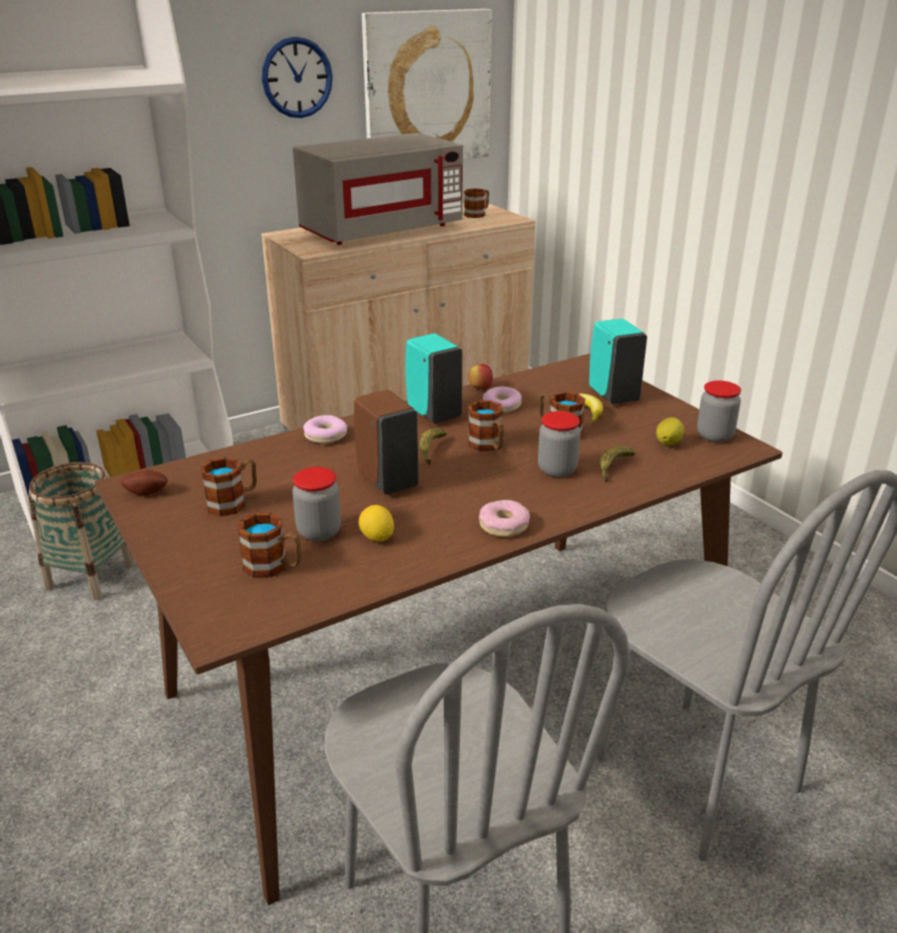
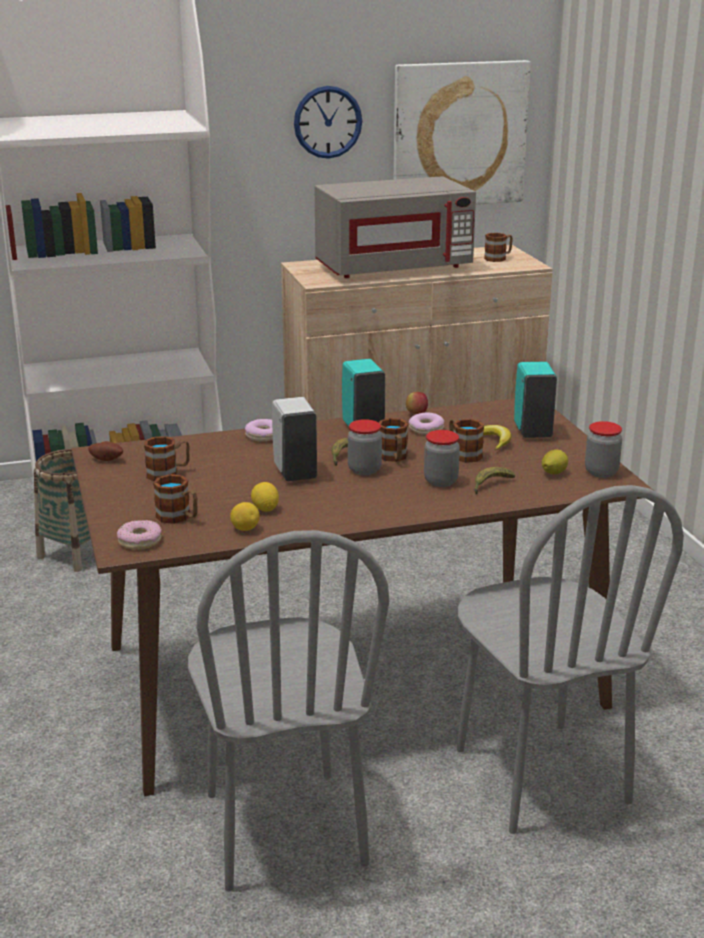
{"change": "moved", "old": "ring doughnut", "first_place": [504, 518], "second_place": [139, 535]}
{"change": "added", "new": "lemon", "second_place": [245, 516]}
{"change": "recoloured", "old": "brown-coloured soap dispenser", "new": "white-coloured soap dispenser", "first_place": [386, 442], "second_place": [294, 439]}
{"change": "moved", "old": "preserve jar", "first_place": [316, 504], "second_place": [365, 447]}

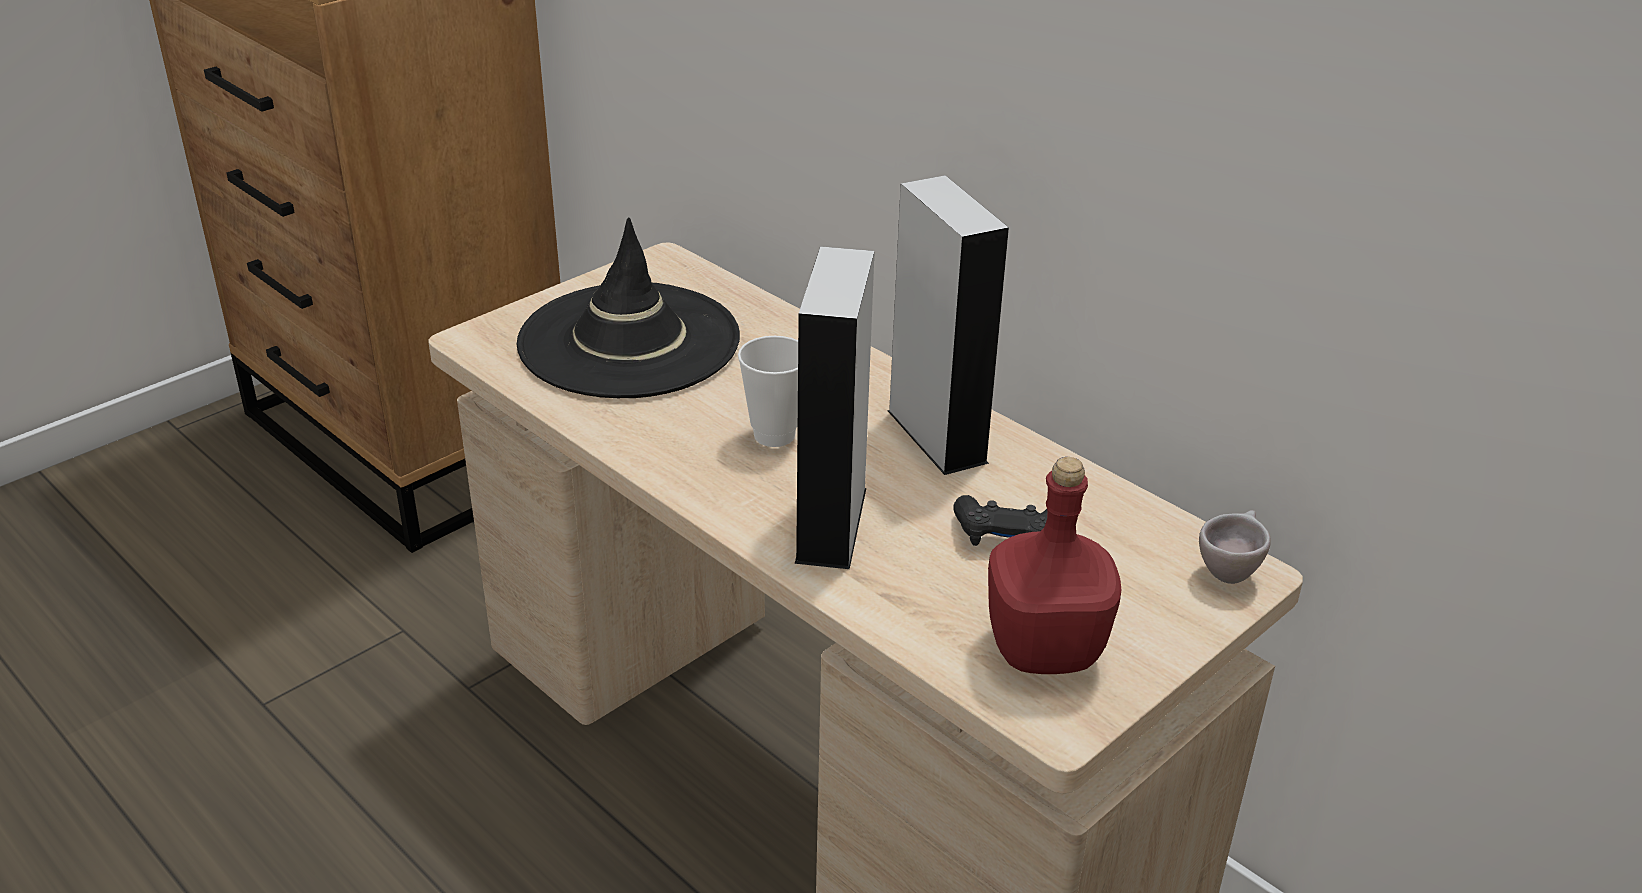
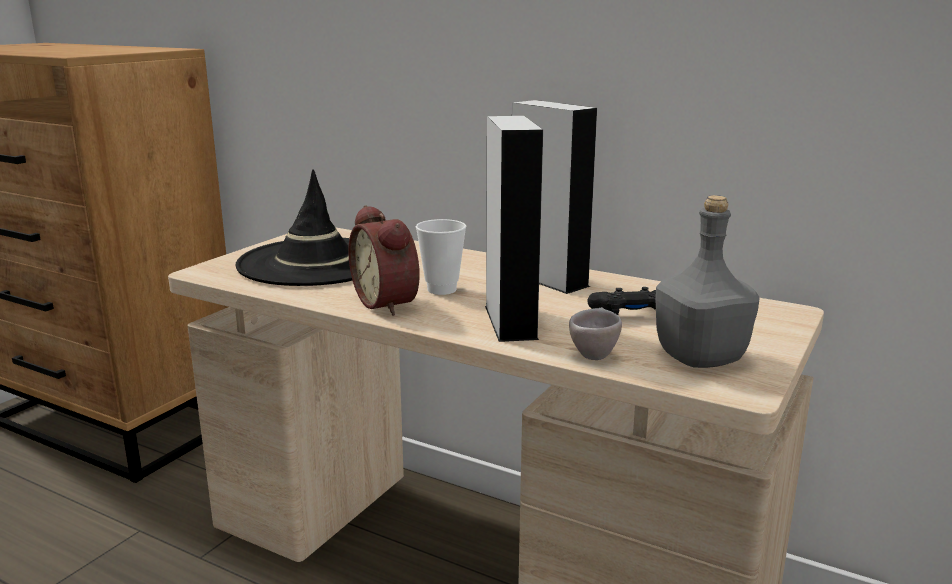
{"change": "added", "new": "table clock", "second_place": [384, 260]}
{"change": "moved", "old": "beige drinking cup", "first_place": [1235, 547], "second_place": [595, 333]}
{"change": "recoloured", "old": "red beverage bottle", "new": "greyish beverage bottle", "first_place": [1054, 565], "second_place": [707, 281]}

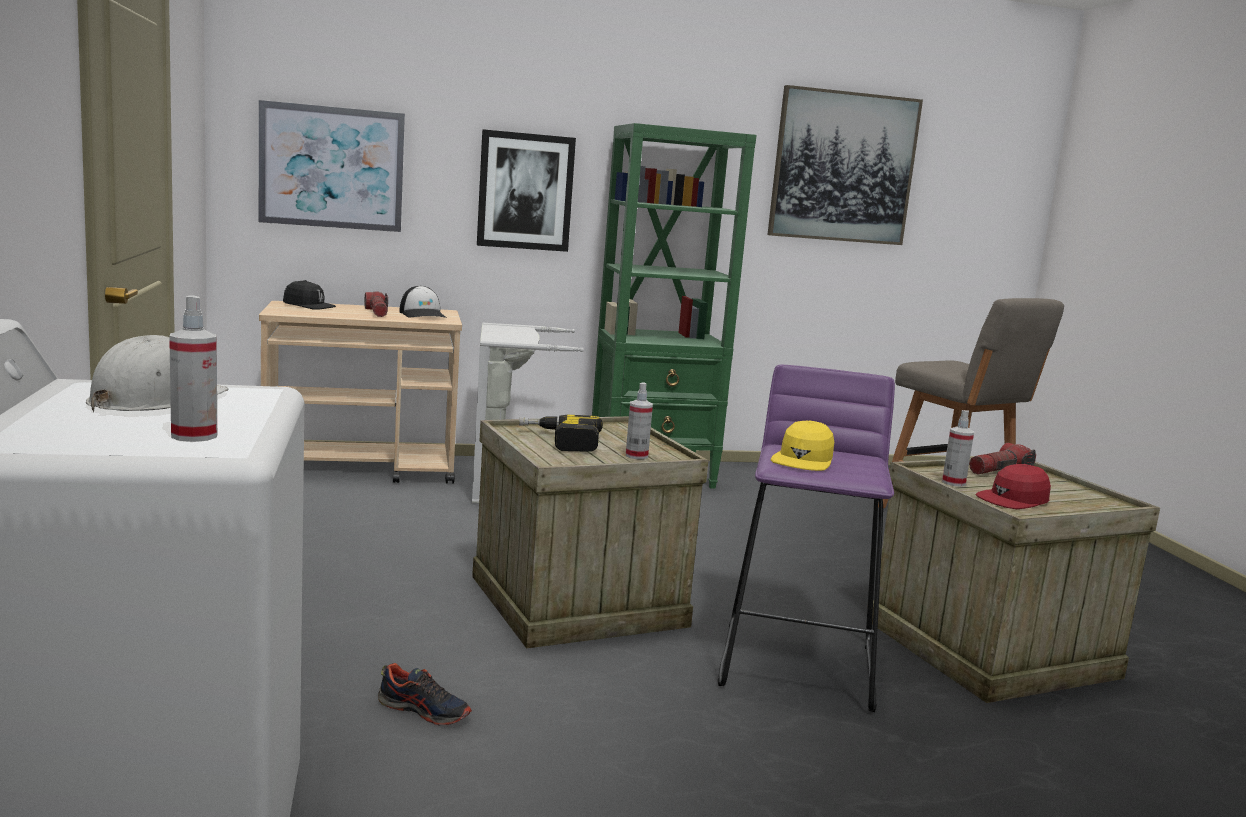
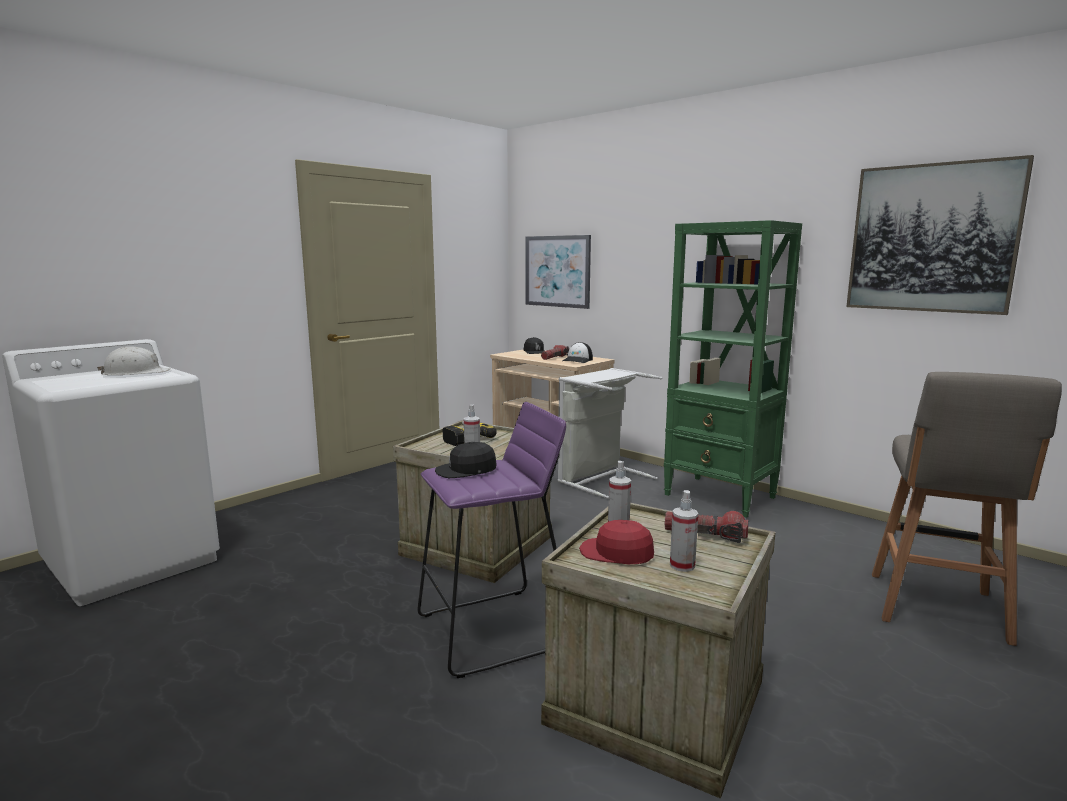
{"change": "recoloured", "old": "yellow baseball cap", "new": "black baseball cap", "first_place": [802, 446], "second_place": [466, 460]}
{"change": "moved", "old": "spray bottle", "first_place": [193, 368], "second_place": [684, 531]}
{"change": "removed", "old": "low shoe", "first_place": [425, 694]}
{"change": "removed", "old": "wall picture", "first_place": [526, 190]}

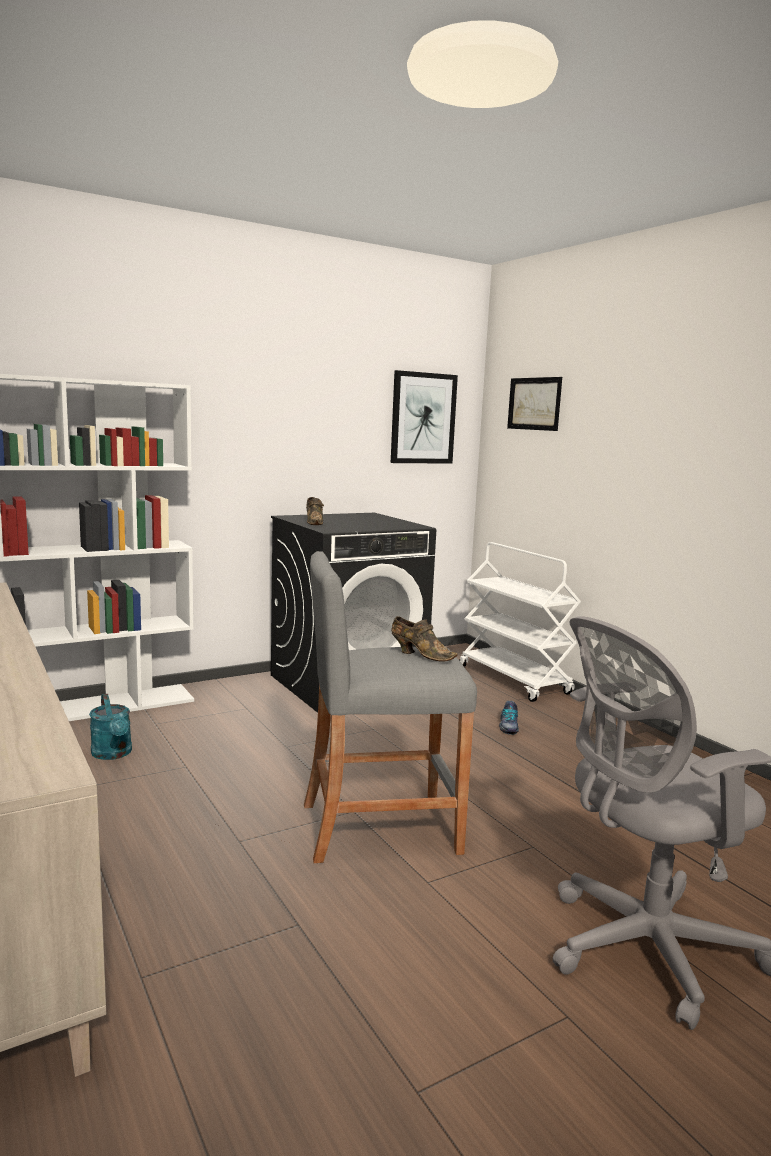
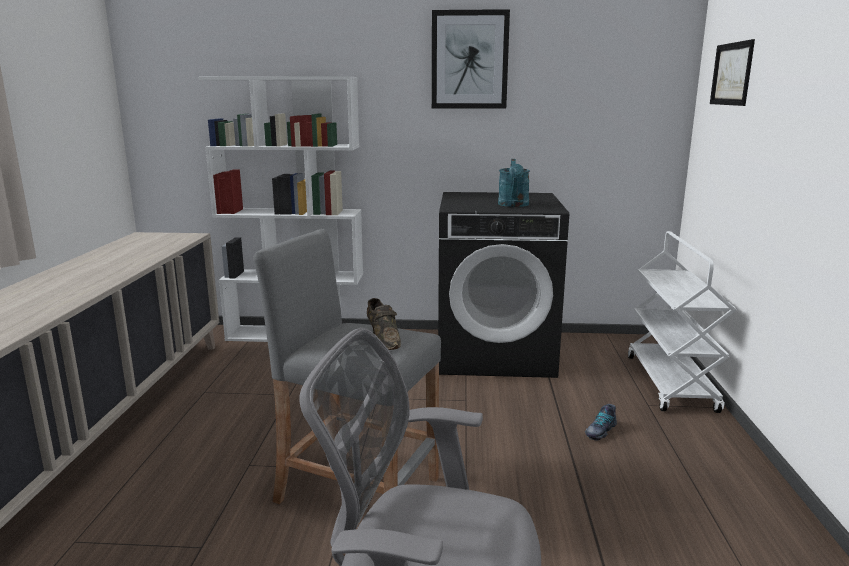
{"change": "moved", "old": "wall picture", "first_place": [424, 417], "second_place": [471, 59]}
{"change": "moved", "old": "turquoise watering can", "first_place": [110, 727], "second_place": [514, 183]}
{"change": "removed", "old": "brown-coloured low shoe", "first_place": [315, 511]}

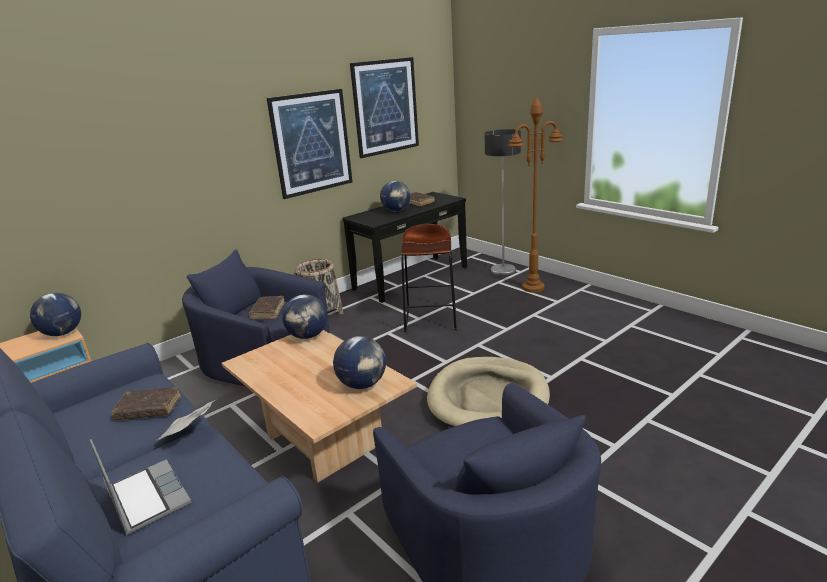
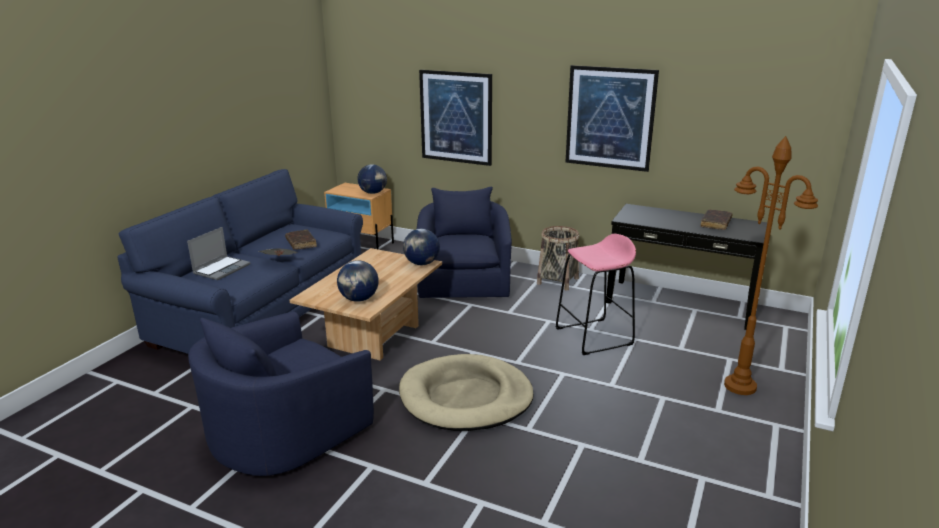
{"change": "moved", "old": "wall picture", "first_place": [384, 107], "second_place": [455, 118]}
{"change": "recoloured", "old": "brown-coloured stool seat", "new": "pinkish stool seat", "first_place": [429, 278], "second_place": [596, 294]}
{"change": "removed", "old": "brown-coloured bound book", "first_place": [266, 308]}
{"change": "removed", "old": "globe", "first_place": [395, 196]}
{"change": "removed", "old": "standard lamp", "first_place": [503, 202]}

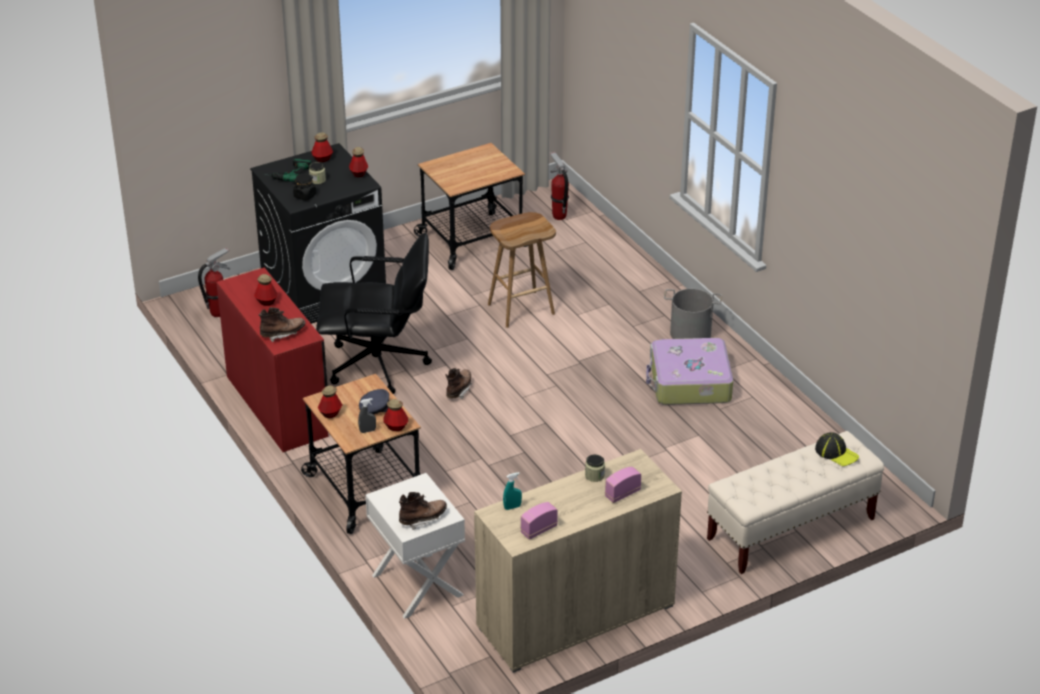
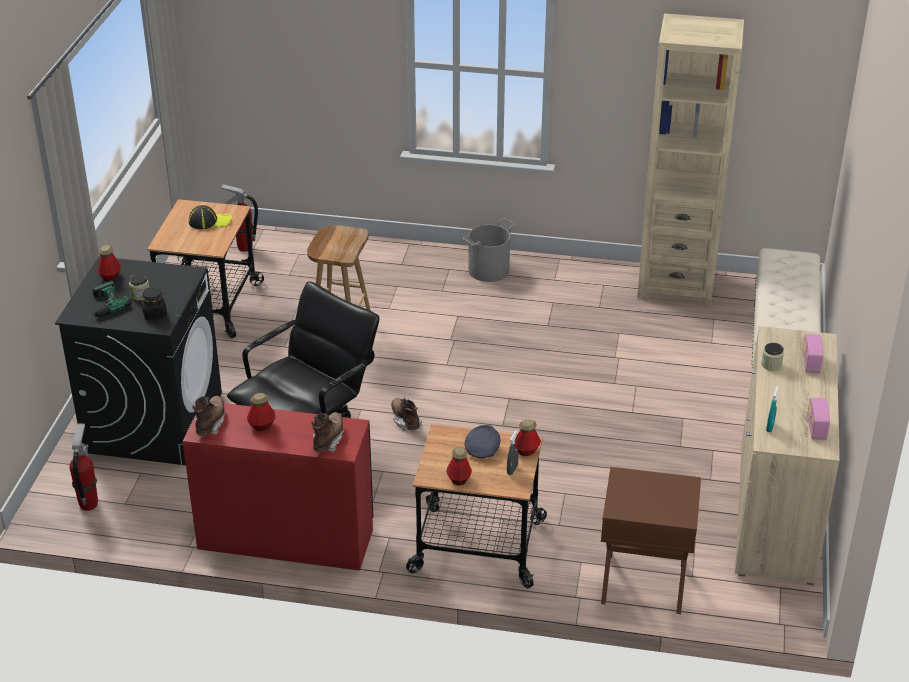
{"change": "moved", "old": "baseball cap", "first_place": [837, 449], "second_place": [210, 217]}
{"change": "moved", "old": "brown-coloured high-top boot", "first_place": [423, 511], "second_place": [209, 415]}
{"change": "recoloured", "old": "white-coloured night table", "new": "brown-coloured night table", "first_place": [415, 546], "second_place": [651, 540]}
{"change": "added", "new": "beige bookcase", "second_place": [690, 159]}
{"change": "removed", "old": "beverage bottle", "first_place": [358, 162]}
{"change": "removed", "old": "suitcase", "first_place": [689, 371]}

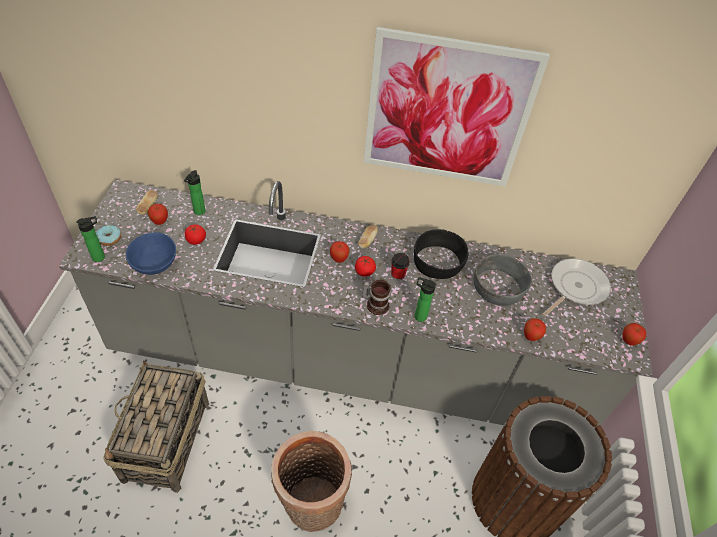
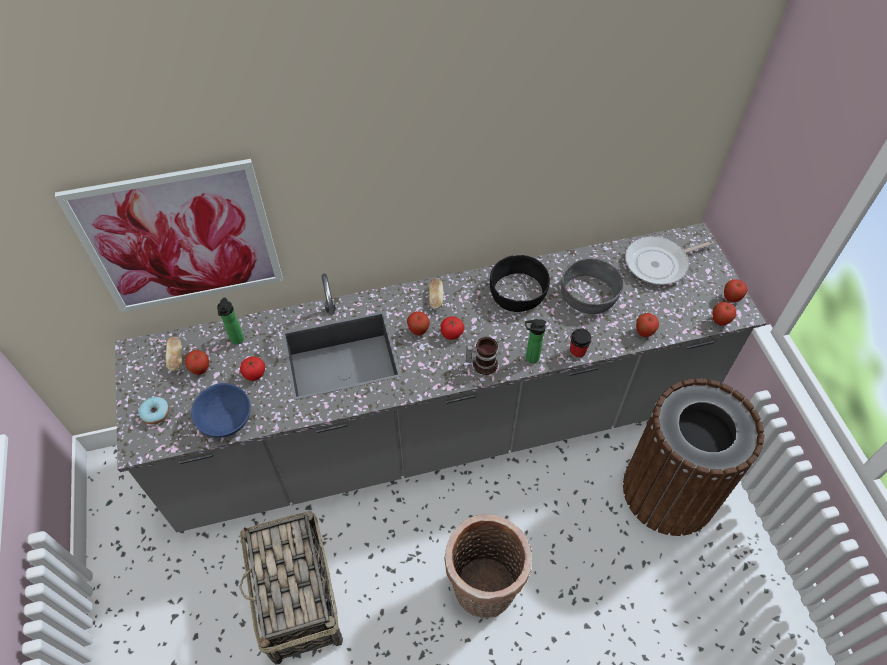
{"change": "moved", "old": "wall picture", "first_place": [457, 106], "second_place": [169, 236]}
{"change": "moved", "old": "drinking cup", "first_place": [400, 267], "second_place": [581, 343]}
{"change": "turned", "old": "skillet", "first_place": [576, 287], "second_place": [669, 260], "degrees": -135}
{"change": "added", "new": "apple", "second_place": [724, 313]}
{"change": "removed", "old": "beverage bottle", "first_place": [90, 239]}

